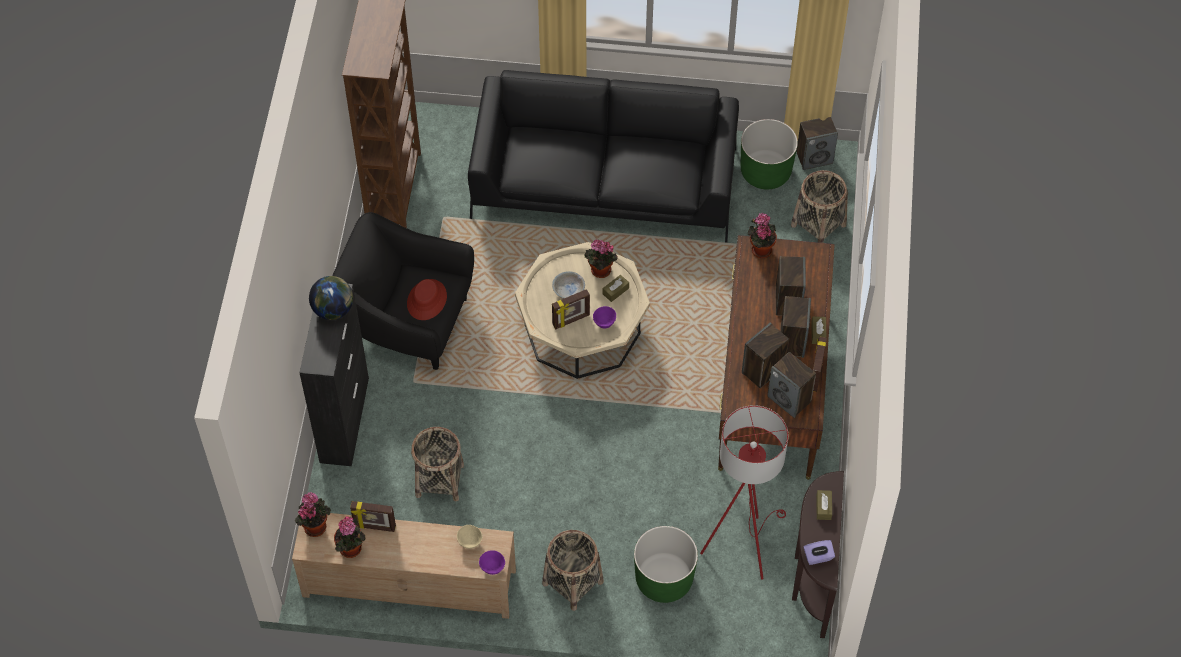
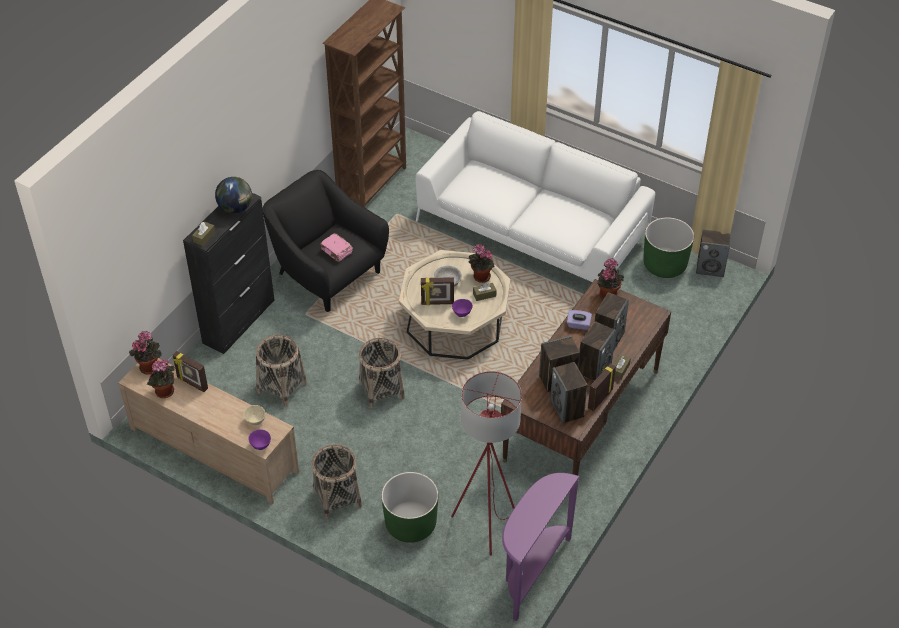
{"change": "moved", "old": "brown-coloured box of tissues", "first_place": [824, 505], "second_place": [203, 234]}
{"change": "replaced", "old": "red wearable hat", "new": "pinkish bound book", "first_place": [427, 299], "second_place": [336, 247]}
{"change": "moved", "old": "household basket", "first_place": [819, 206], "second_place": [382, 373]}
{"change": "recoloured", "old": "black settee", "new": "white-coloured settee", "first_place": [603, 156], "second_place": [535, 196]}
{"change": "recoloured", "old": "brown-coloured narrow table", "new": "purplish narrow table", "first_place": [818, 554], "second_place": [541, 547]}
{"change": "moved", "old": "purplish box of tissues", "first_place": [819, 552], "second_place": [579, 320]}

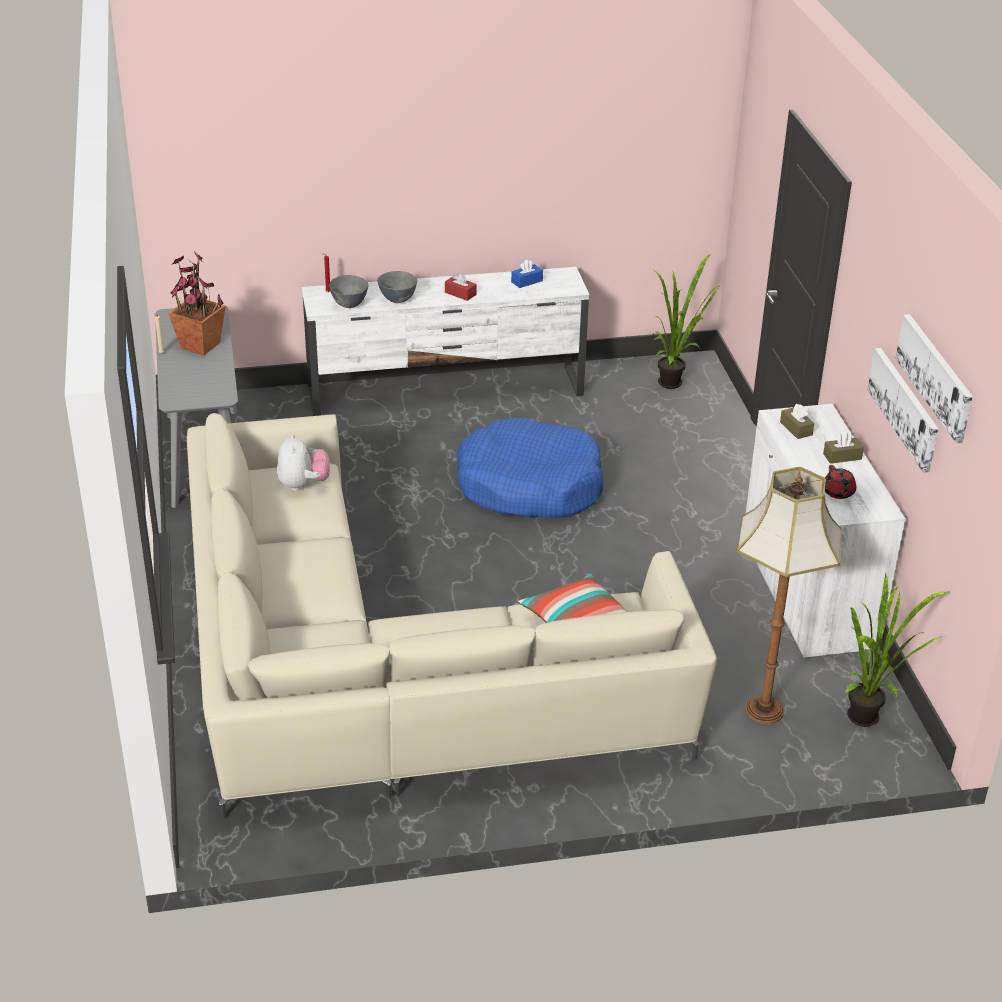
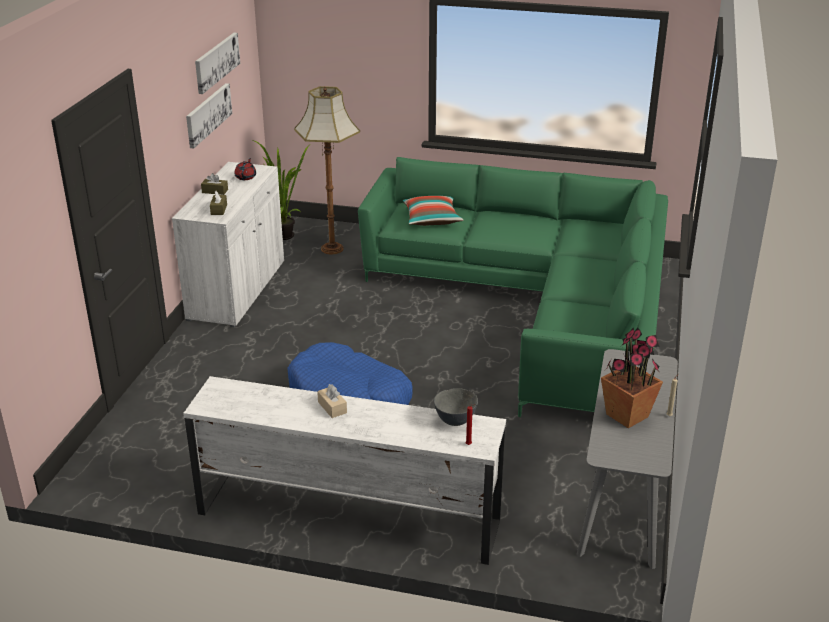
{"change": "recoloured", "old": "red box of tissues", "new": "beige box of tissues", "first_place": [461, 286], "second_place": [332, 401]}
{"change": "recoloured", "old": "beige settee", "new": "greenish settee", "first_place": [452, 616], "second_place": [513, 287]}
{"change": "removed", "old": "soft toy", "first_place": [303, 462]}
{"change": "removed", "old": "greyish bowl", "first_place": [397, 287]}
{"change": "removed", "old": "bluish box of tissues", "first_place": [527, 273]}
{"change": "removed", "old": "plant in a pot", "first_place": [685, 321]}

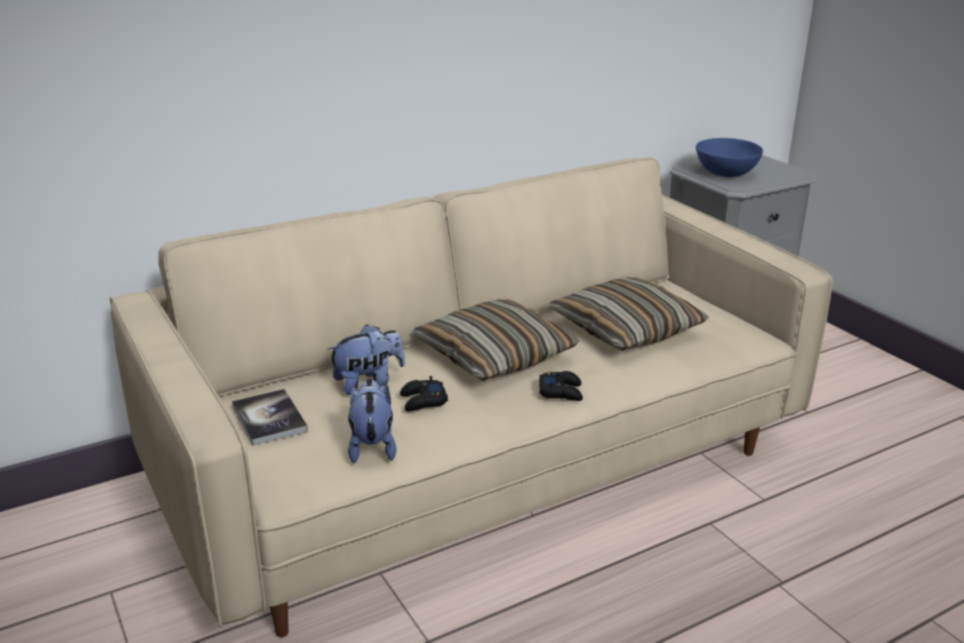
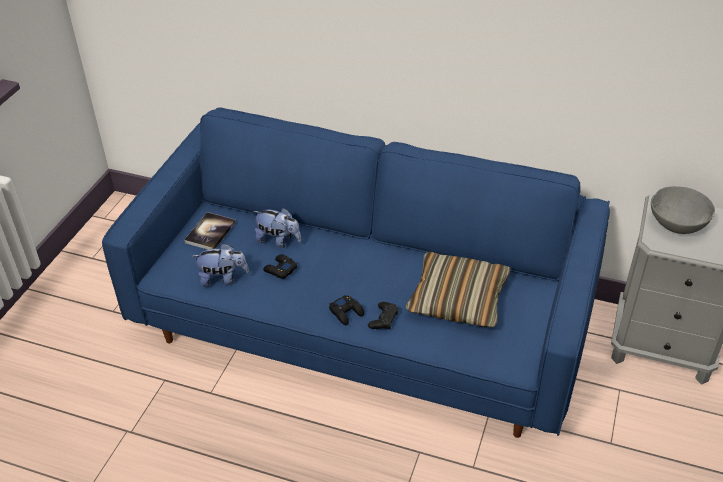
{"change": "recoloured", "old": "beige settee", "new": "bluish settee", "first_place": [471, 397], "second_place": [356, 273]}
{"change": "turned", "old": "soft toy", "first_place": [372, 421], "second_place": [220, 265], "degrees": 45}
{"change": "added", "new": "black gamepad", "second_place": [383, 316]}
{"change": "recoloured", "old": "bluish bowl", "new": "greyish bowl", "first_place": [729, 157], "second_place": [683, 210]}
{"change": "removed", "old": "throw pillow", "first_place": [495, 340]}

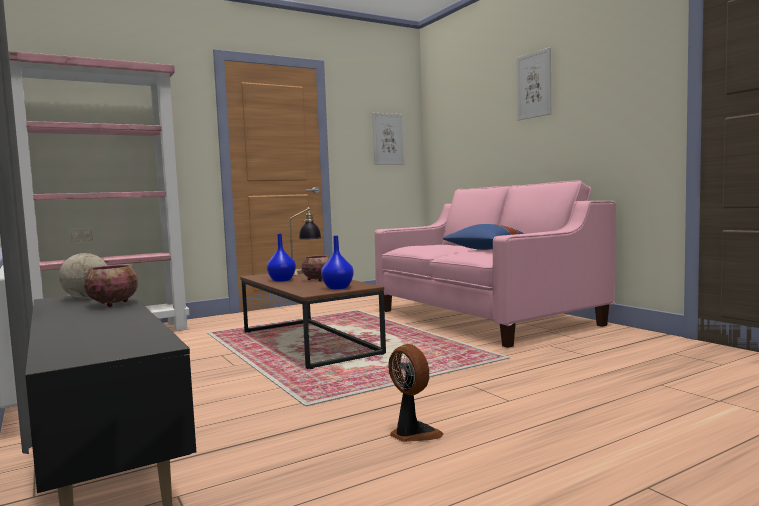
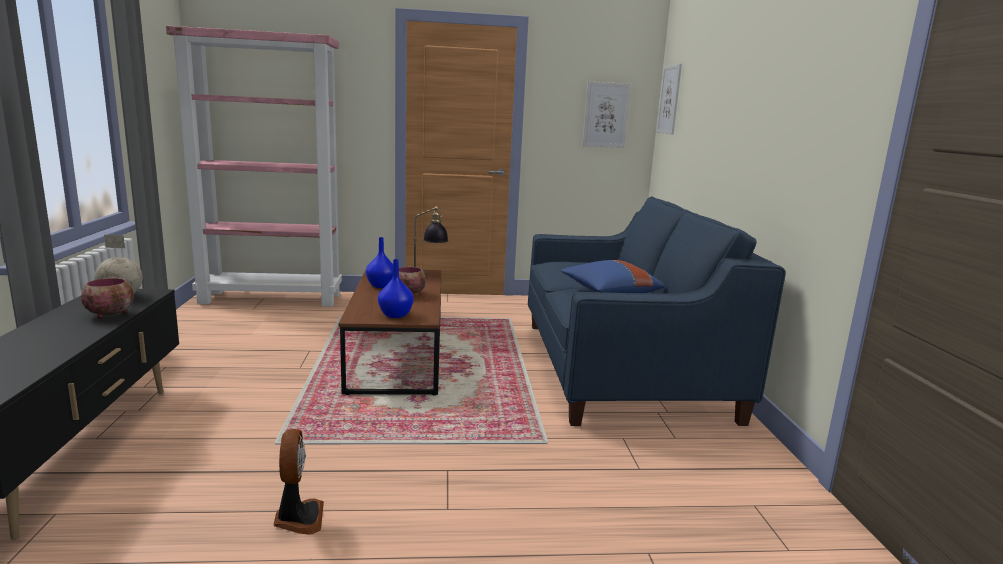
{"change": "recoloured", "old": "pinkish settee", "new": "bluish settee", "first_place": [495, 264], "second_place": [657, 311]}
{"change": "moved", "old": "wall picture", "first_place": [534, 84], "second_place": [669, 99]}

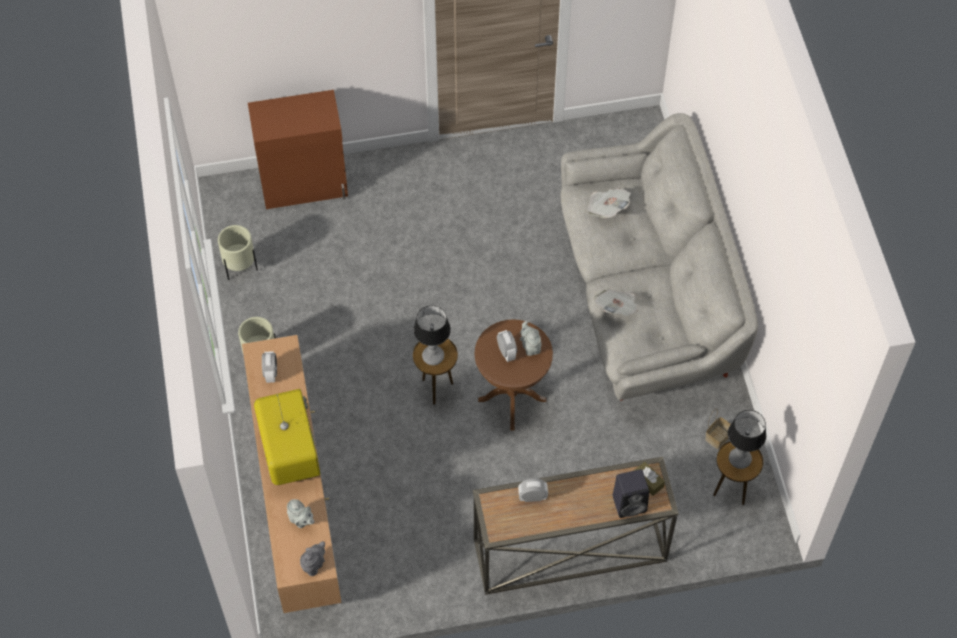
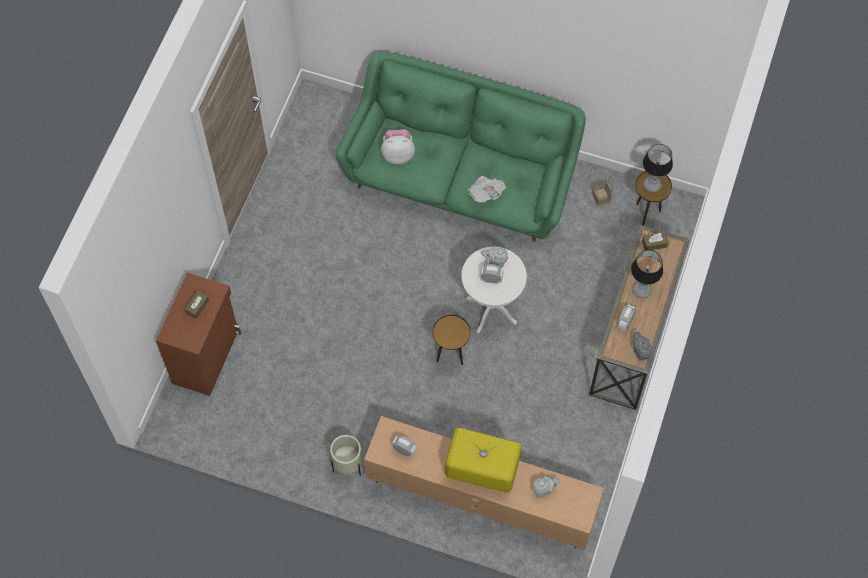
{"change": "added", "new": "brown-coloured box of tissues", "second_place": [197, 304]}
{"change": "recoloured", "old": "greyish settee", "new": "greenish settee", "first_place": [659, 257], "second_place": [461, 146]}
{"change": "replaced", "old": "printed paper", "new": "soft toy", "first_place": [608, 203], "second_place": [398, 147]}
{"change": "recoloured", "old": "brown-coloured accent table", "new": "white-coloured accent table", "first_place": [514, 374], "second_place": [494, 290]}
{"change": "moved", "old": "table lamp", "first_place": [432, 335], "second_place": [647, 274]}
{"change": "moved", "old": "greyish pot for tea", "first_place": [312, 558], "second_place": [642, 346]}
{"change": "removed", "old": "beige plant pot", "first_place": [238, 252]}
{"change": "removed", "old": "black speaker", "first_place": [630, 493]}

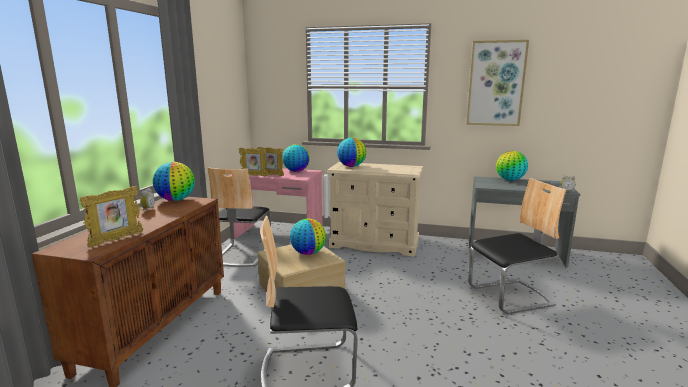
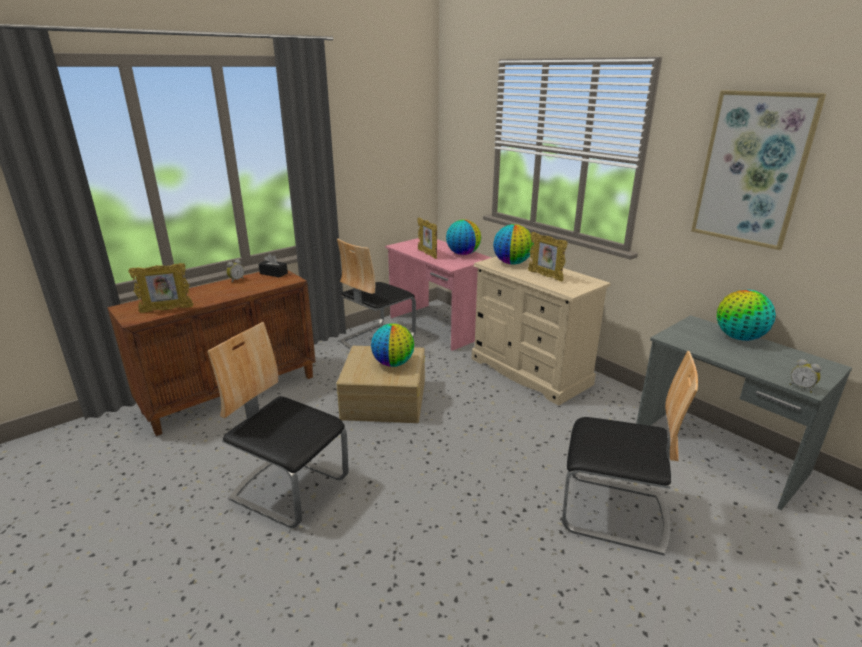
{"change": "replaced", "old": "globe", "new": "black box of tissues", "first_place": [174, 181], "second_place": [273, 266]}
{"change": "moved", "old": "standing frame", "first_place": [253, 162], "second_place": [548, 257]}

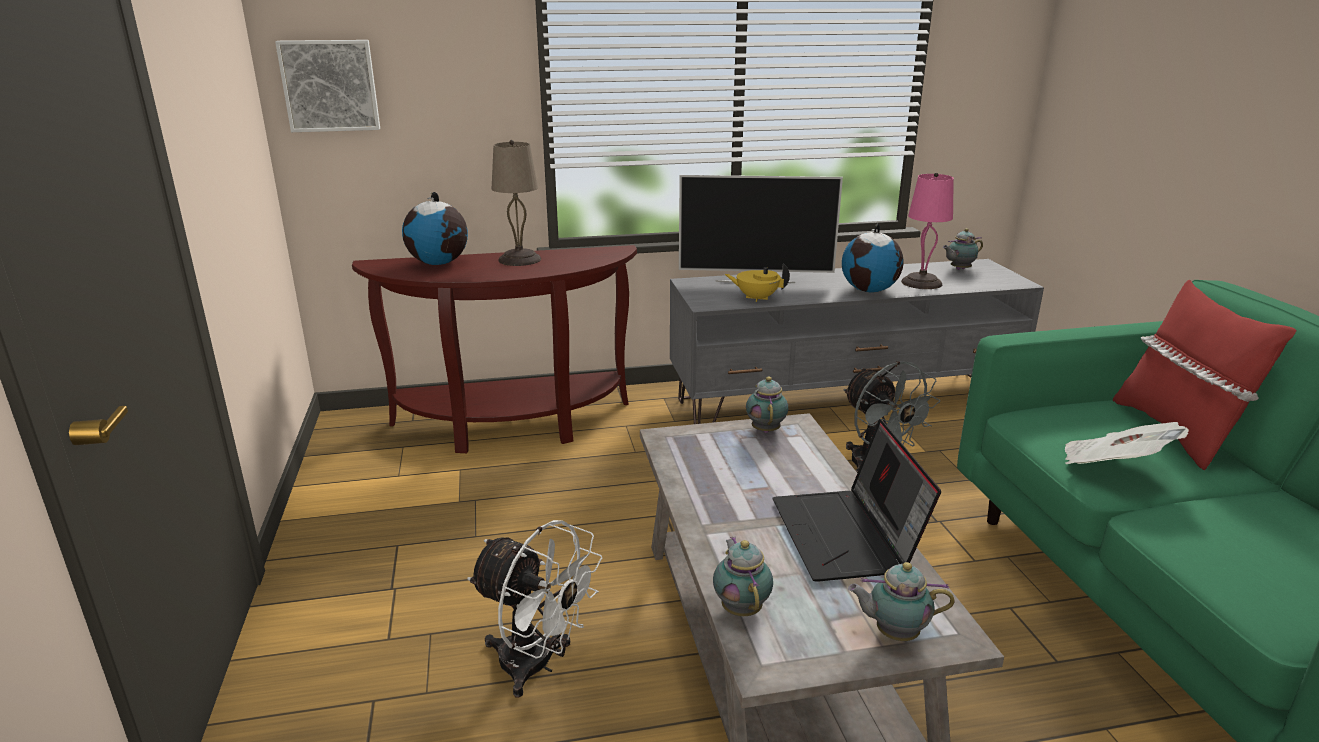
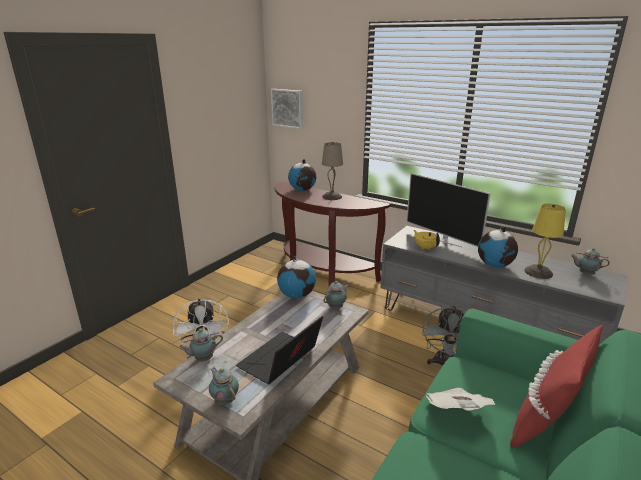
{"change": "turned", "old": "pot for tea", "first_place": [743, 576], "second_place": [201, 345], "degrees": -150}
{"change": "added", "new": "globe", "second_place": [296, 277]}
{"change": "recoloured", "old": "pinkish table lamp", "new": "yellow table lamp", "first_place": [927, 231], "second_place": [545, 241]}

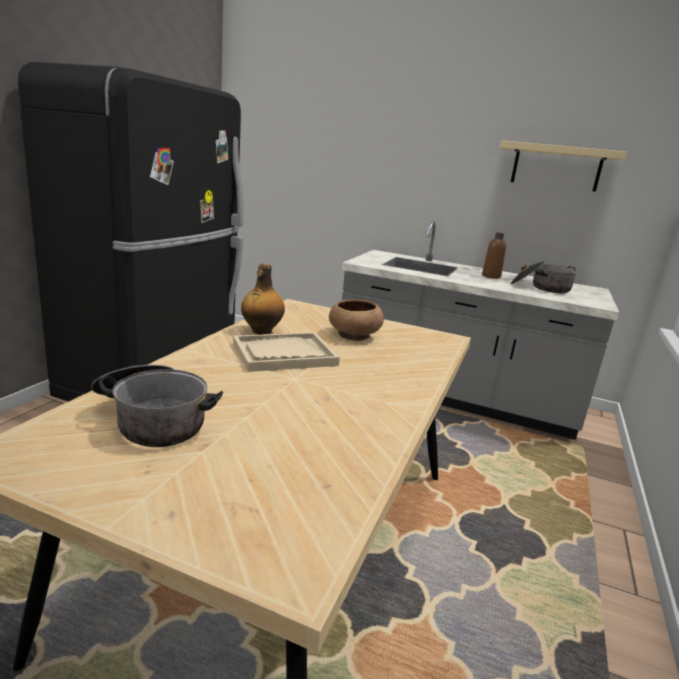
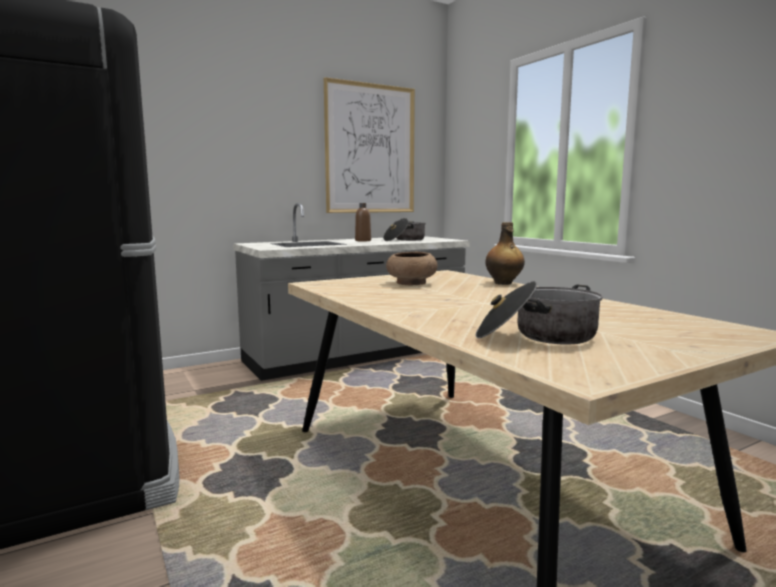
{"change": "replaced", "old": "beige shelf", "new": "wall picture", "first_place": [563, 166], "second_place": [369, 145]}
{"change": "moved", "old": "beverage bottle", "first_place": [263, 299], "second_place": [505, 253]}
{"change": "removed", "old": "beige carrying tray", "first_place": [286, 352]}

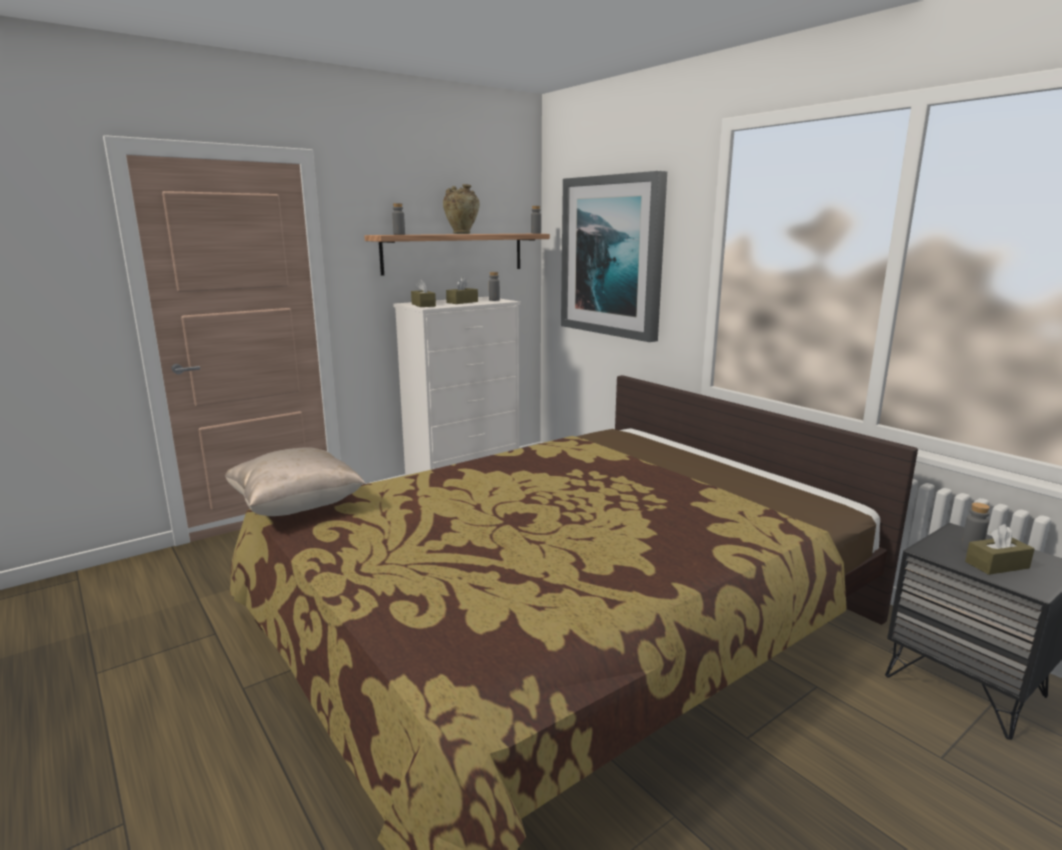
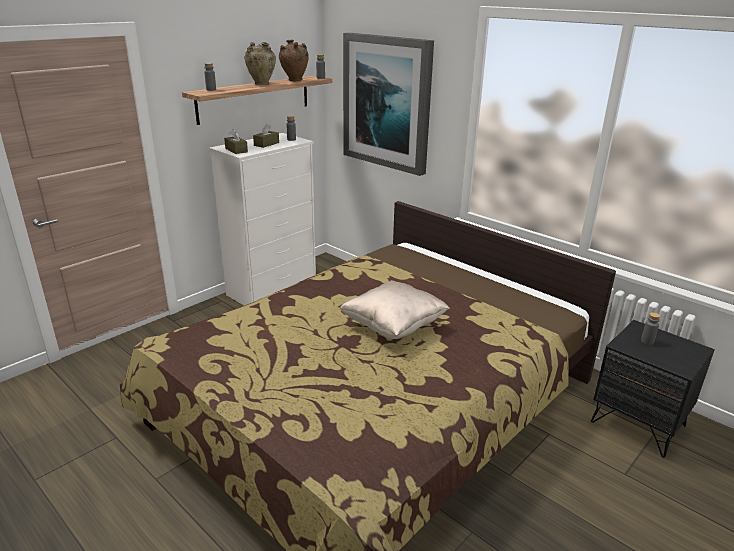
{"change": "added", "new": "brown-coloured vase", "second_place": [294, 60]}
{"change": "moved", "old": "beige throw pillow", "first_place": [295, 481], "second_place": [395, 309]}
{"change": "removed", "old": "brown-coloured box of tissues", "first_place": [1000, 549]}

